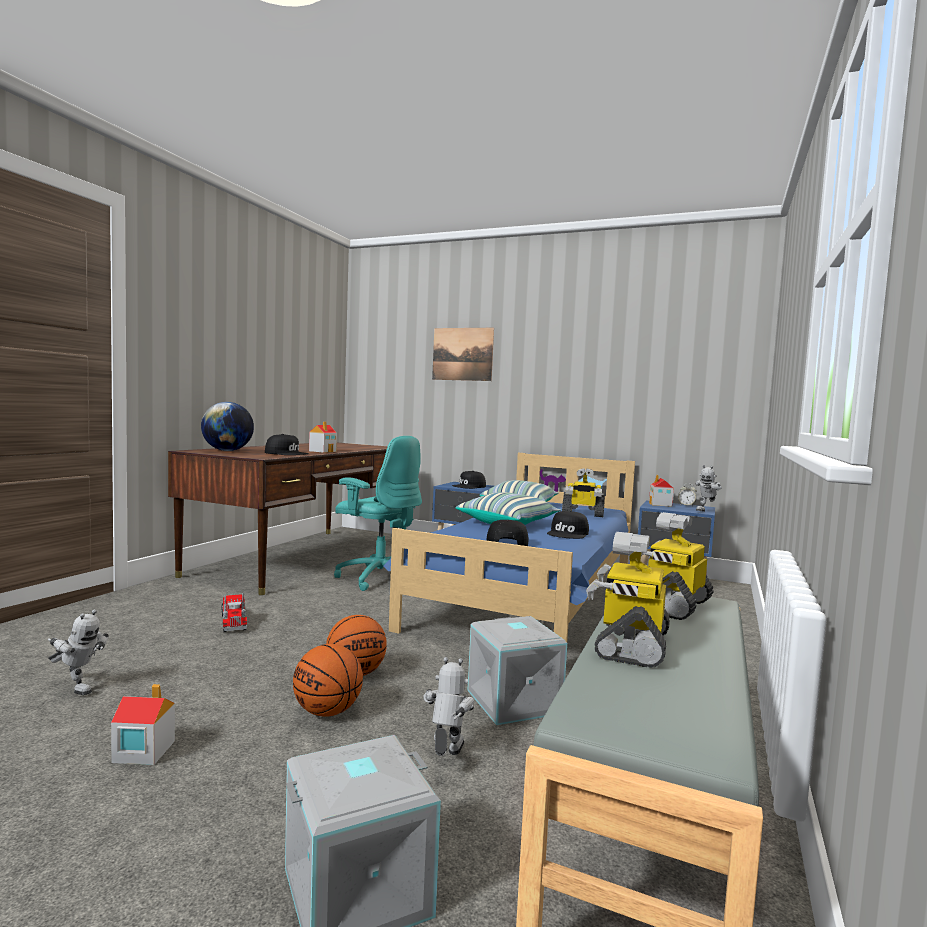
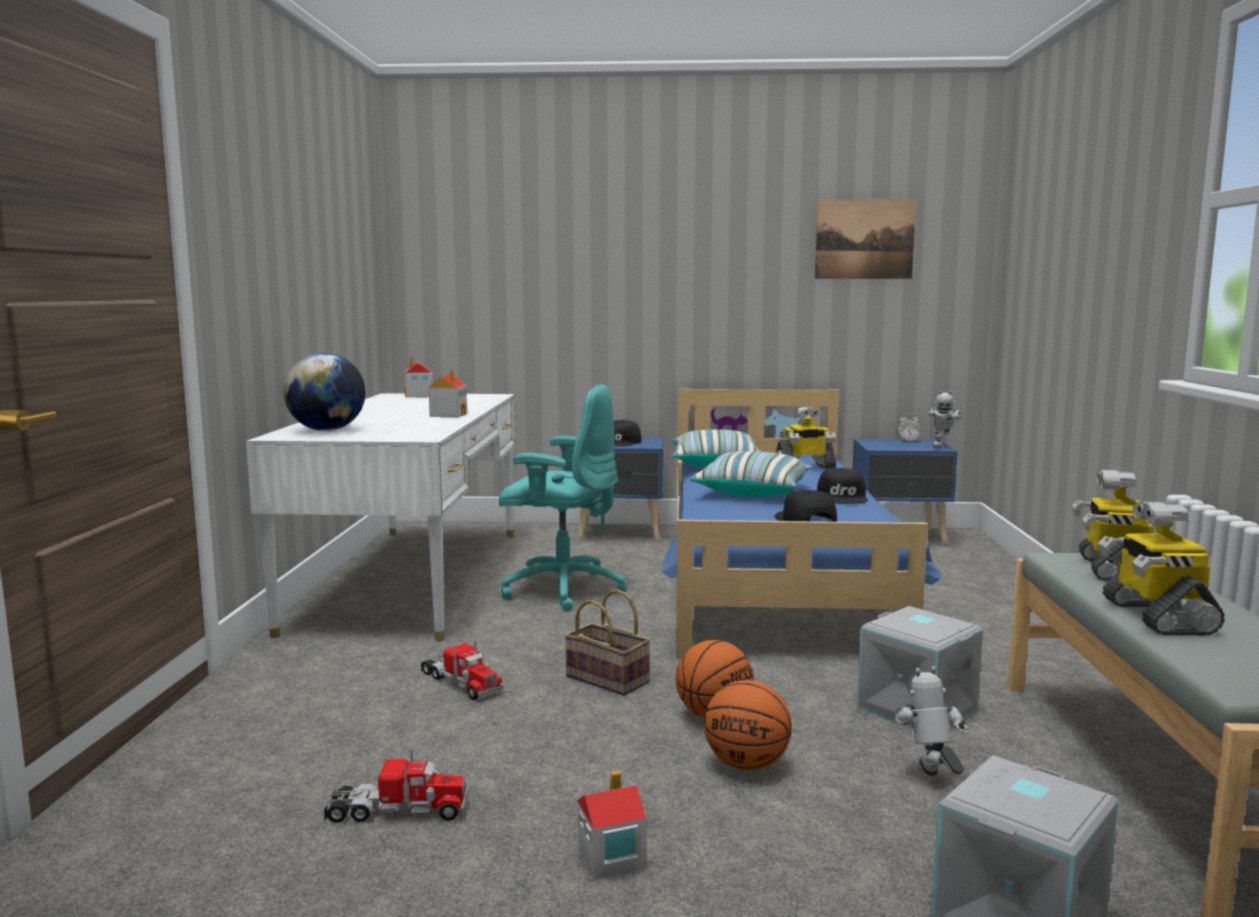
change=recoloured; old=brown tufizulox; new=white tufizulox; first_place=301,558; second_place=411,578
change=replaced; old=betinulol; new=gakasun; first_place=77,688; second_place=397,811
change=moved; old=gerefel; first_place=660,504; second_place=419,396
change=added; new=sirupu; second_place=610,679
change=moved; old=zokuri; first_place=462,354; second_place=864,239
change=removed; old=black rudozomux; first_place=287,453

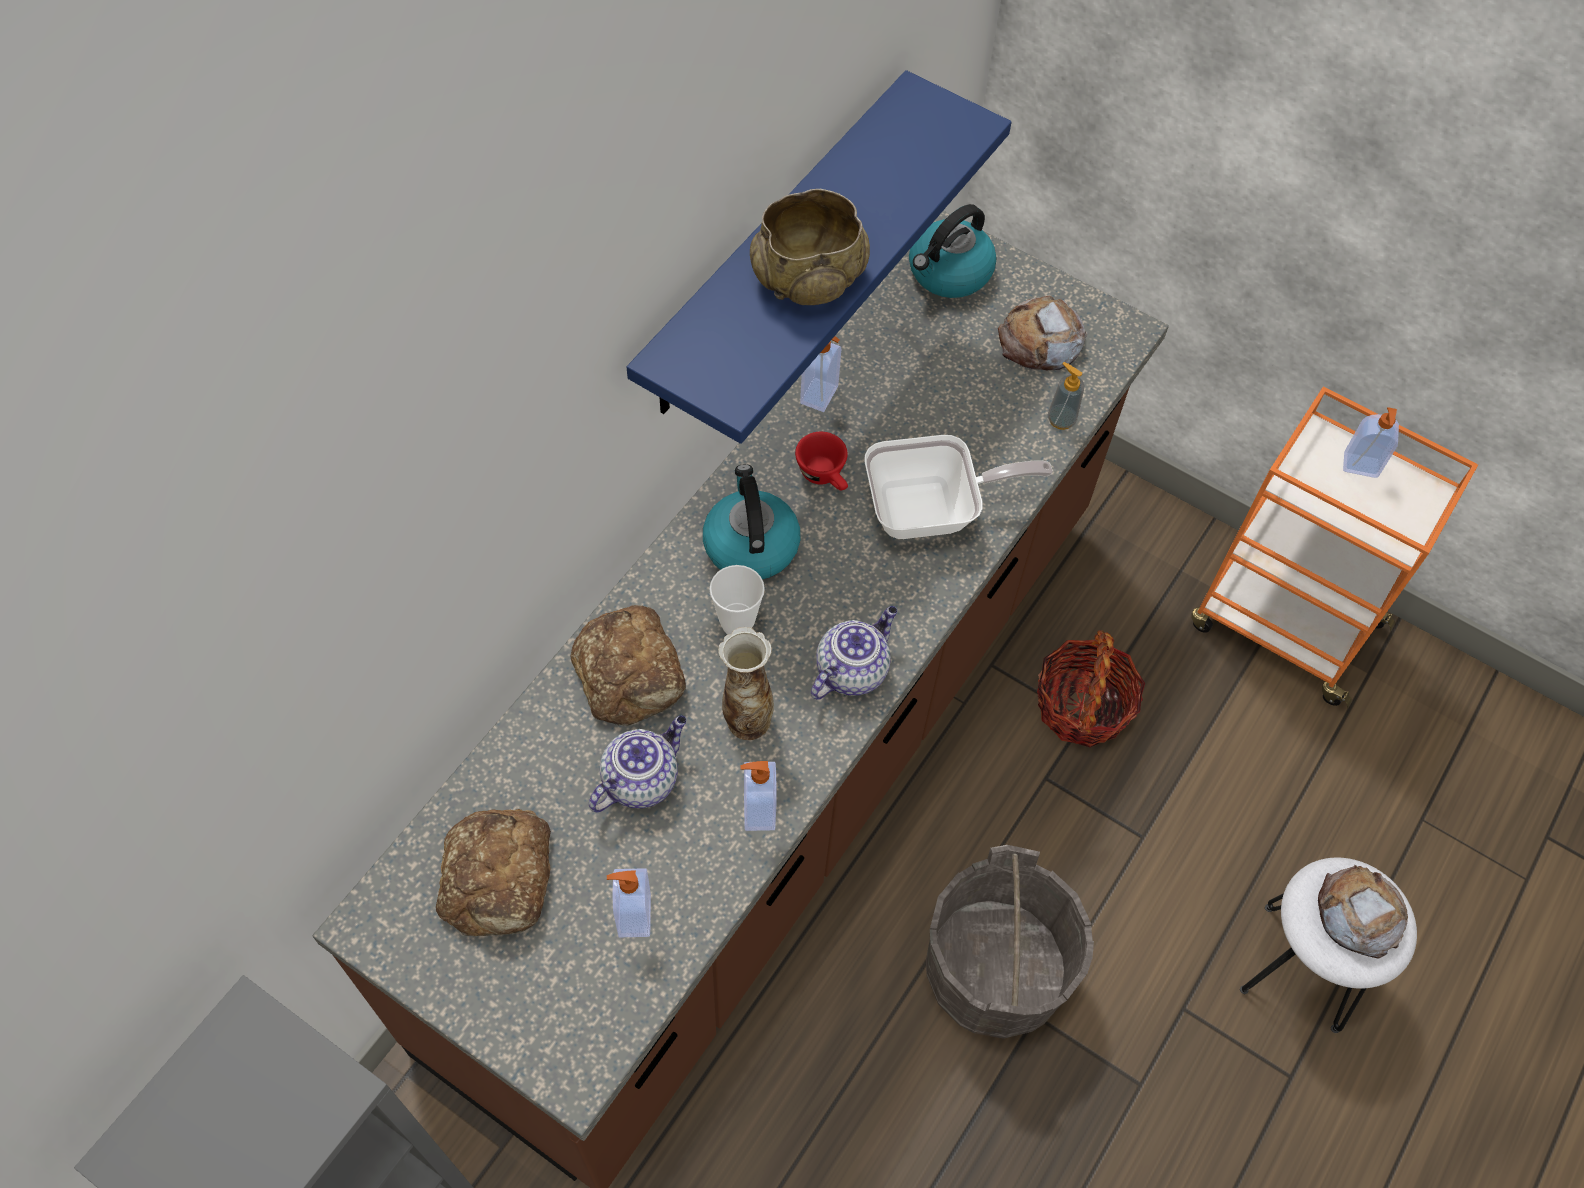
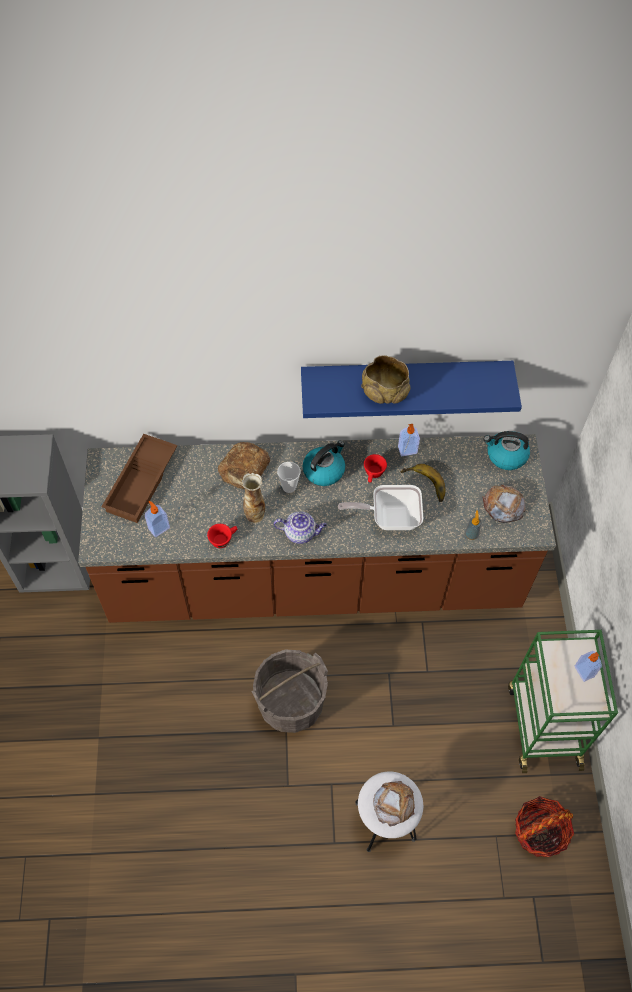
change=replaced; old=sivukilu; new=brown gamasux; first_place=498,878; second_place=142,483
change=replaced; old=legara; new=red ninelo; first_place=757,811; second_place=223,539
change=turned; old=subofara; first_place=932,511; second_place=389,517; degrees=135
change=added; new=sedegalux; second_place=423,486
change=recoloured; old=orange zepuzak; new=green zepuzak; first_place=1281,624; second_place=543,724
change=moved; old=sirupu; first_place=1082,707; second_place=539,832
change=removed; old=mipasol; first_place=641,779

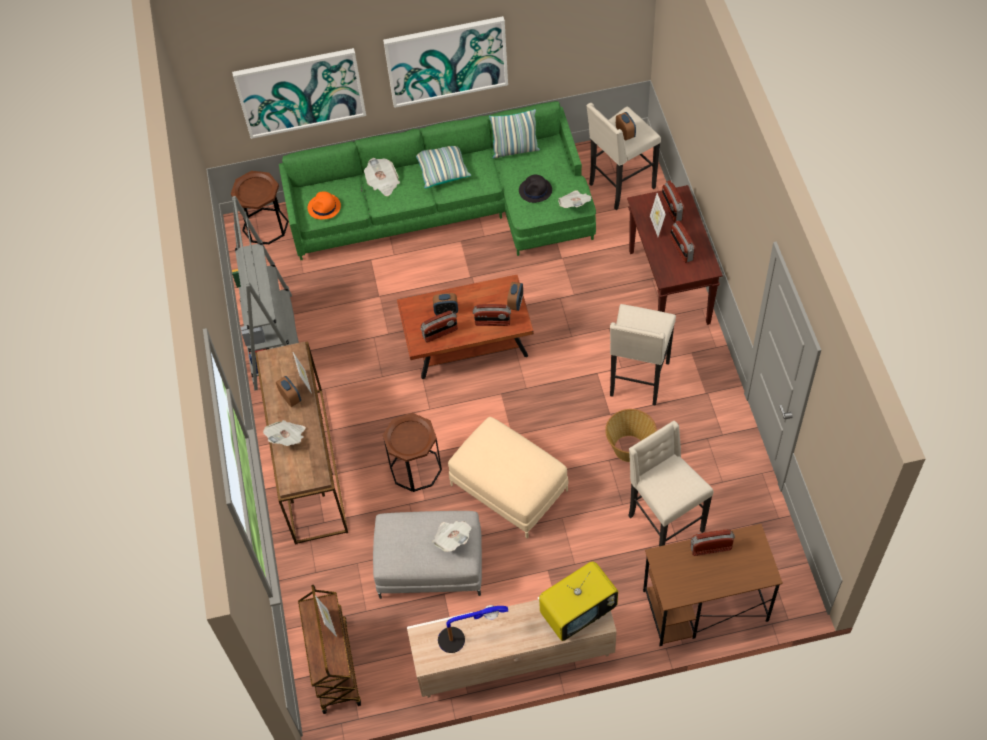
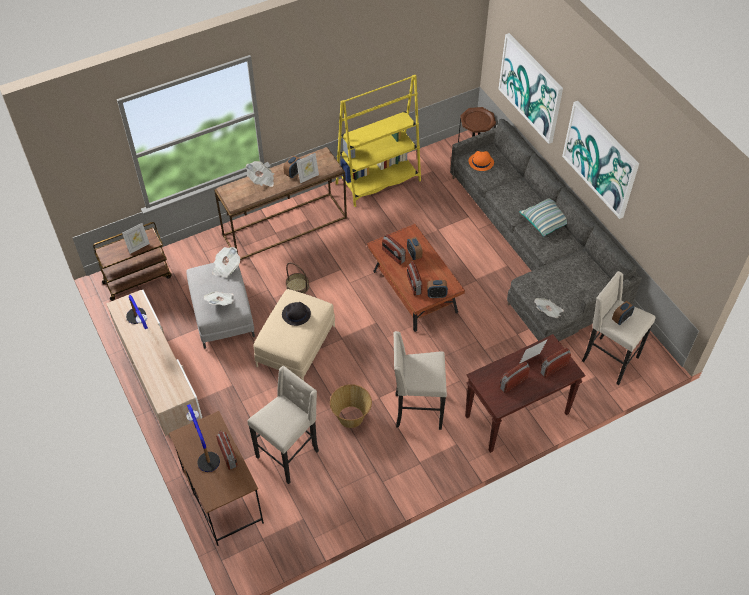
change=added; new=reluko; second_place=205,452
change=moved; old=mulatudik; first_place=383,183; second_place=226,267
change=moved; old=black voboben; first_place=535,190; second_place=296,314
change=replaced; old=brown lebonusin; new=sirupu; first_place=415,468; second_place=297,286
change=recoloured; old=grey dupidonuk; new=yellow dupidonuk; first_place=273,341; second_place=378,182
change=recoloured; old=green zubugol; new=grey zubugol; first_place=451,208; second_place=536,252
change=removed; old=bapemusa; first_place=515,150
change=removed; old=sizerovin; first_place=578,611

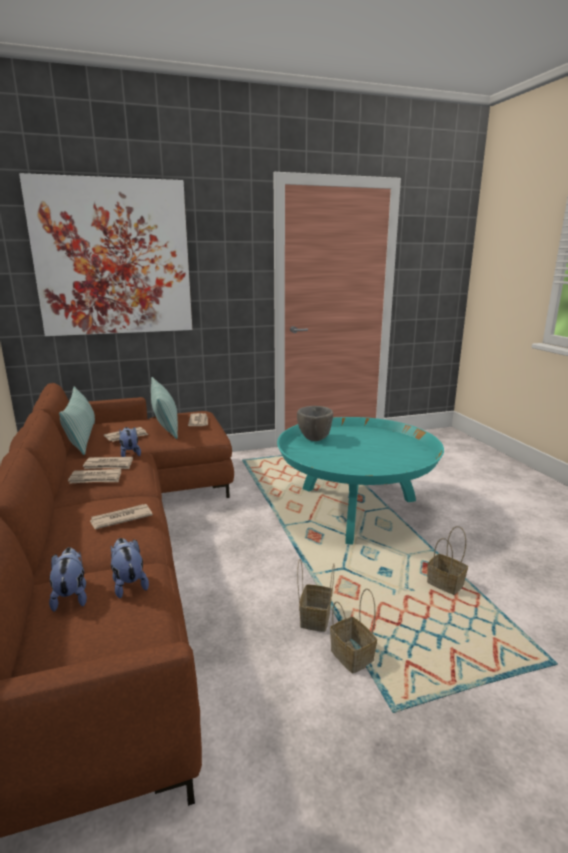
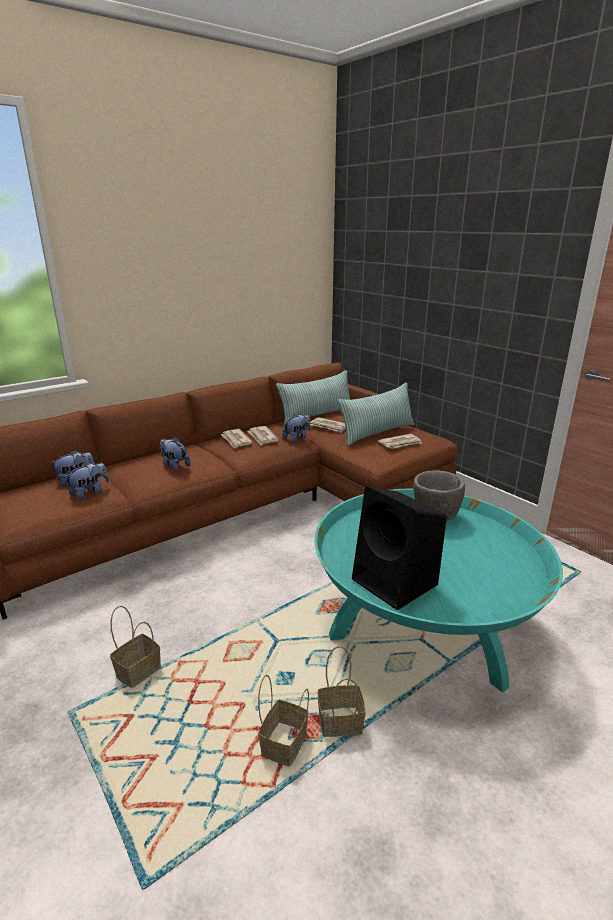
change=replaced; old=mulatudik; new=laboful; first_place=120,518; second_place=174,466
change=moved; old=sirupu; first_place=314,617; second_place=341,722
change=added; new=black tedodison; second_place=396,583
change=removed; old=zokuri; first_place=113,258

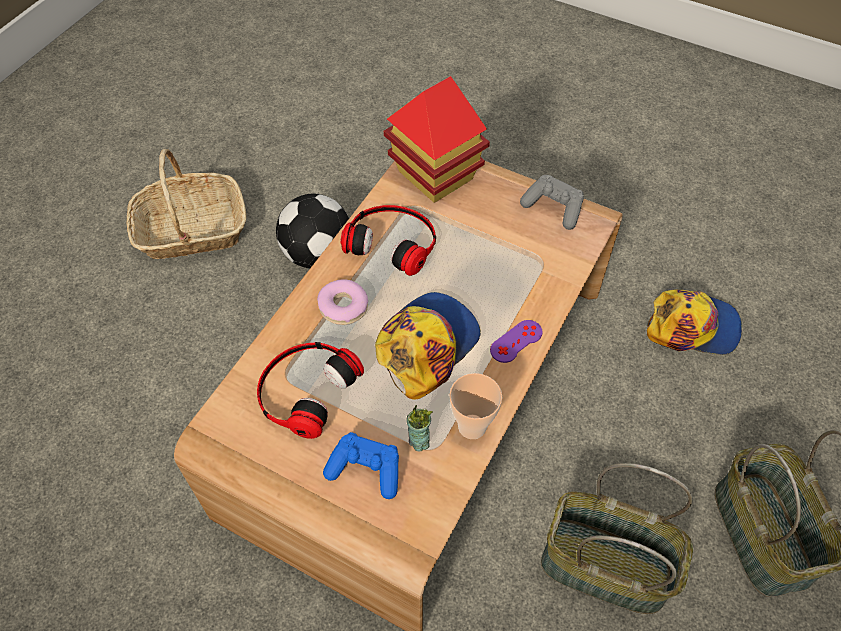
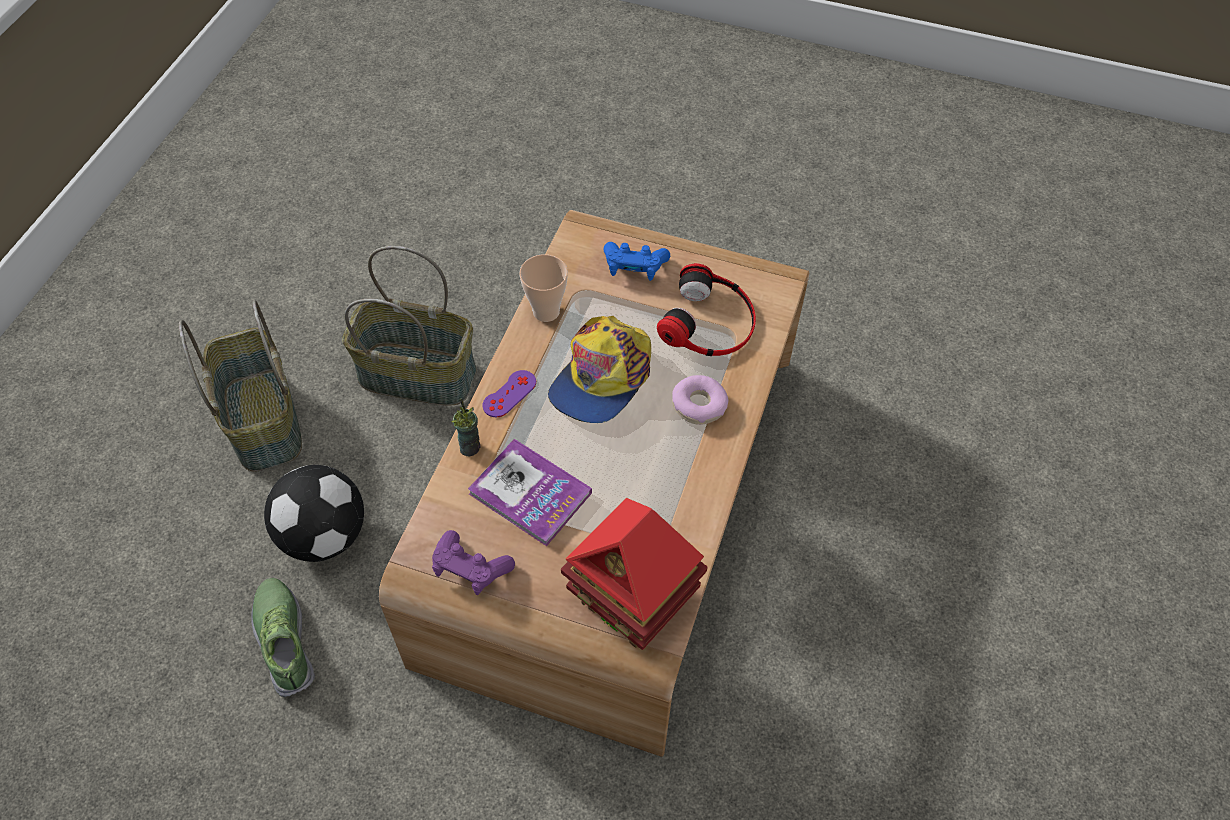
change=replaced; old=rudozomux; new=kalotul; first_place=692,326; second_place=285,640
change=moved; old=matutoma; first_place=318,254; second_place=323,535
change=recoloured; old=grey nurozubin; new=purple nurozubin; first_place=553,208; second_place=470,569
change=moved; old=ninelo; first_place=418,441; second_place=470,447
change=added; new=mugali; second_place=530,493
change=removed; old=sirupu; first_place=191,230
change=removed; old=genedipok; first_place=393,241

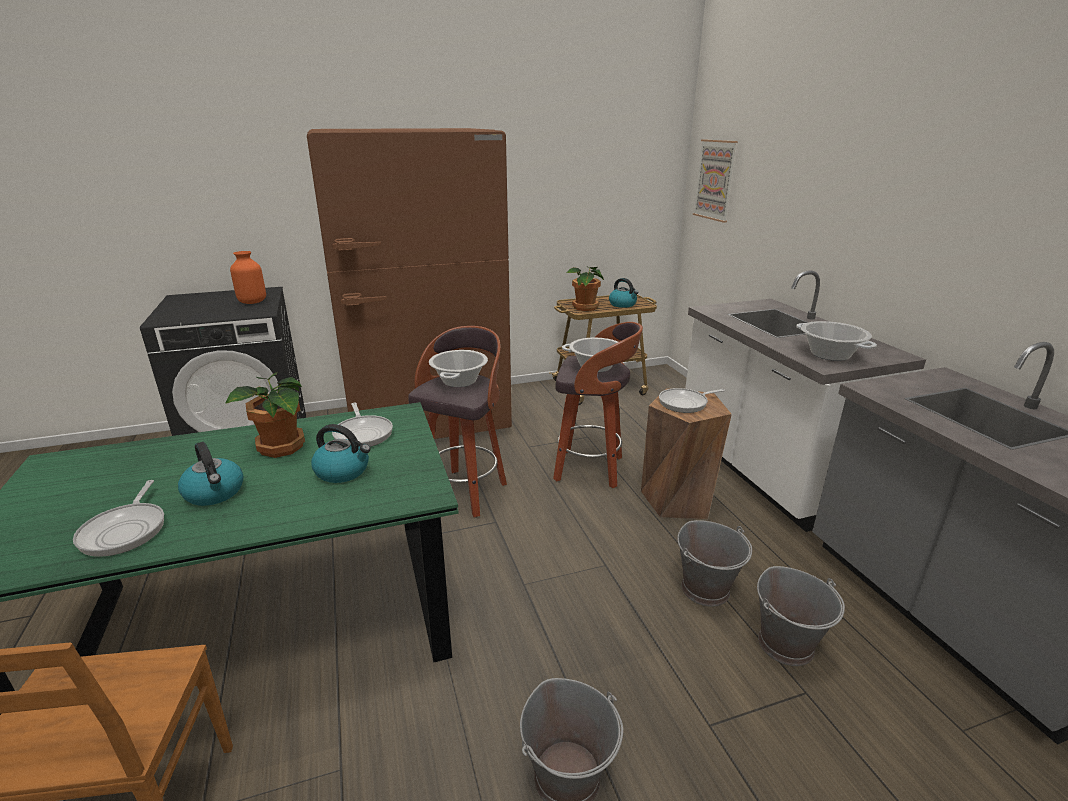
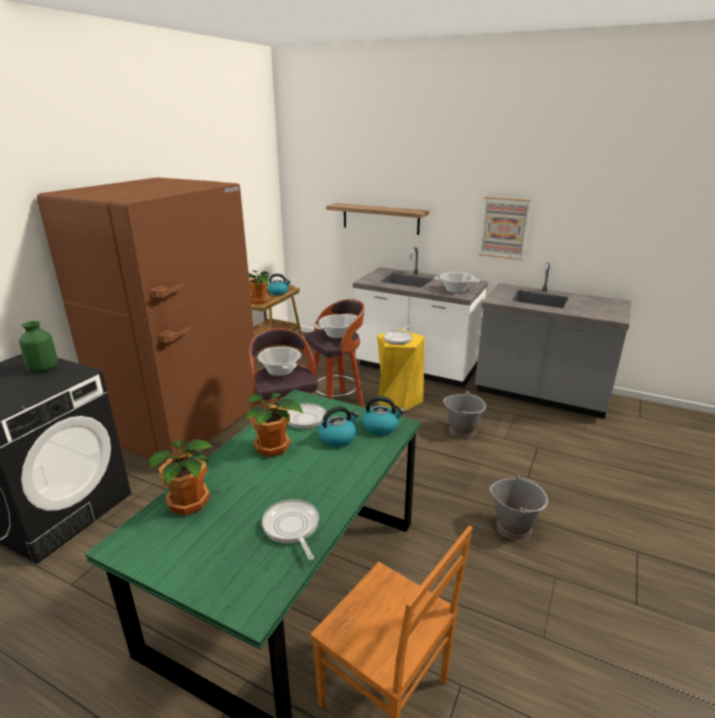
change=recoloured; old=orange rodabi; new=green rodabi; first_place=253,302; second_place=44,369
change=added; new=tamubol; second_place=190,502
change=turned; old=subofara; first_place=126,530; second_place=292,527; degrees=-150
change=added; new=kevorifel; second_place=380,218
change=moved; old=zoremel; first_place=215,493; second_place=381,427
change=recoloured; old=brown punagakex; new=yellow punagakex; first_place=678,499; second_place=398,399
change=moved; old=zokuri; first_place=715,180; second_place=504,228
change=removed; old=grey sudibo; first_place=786,644

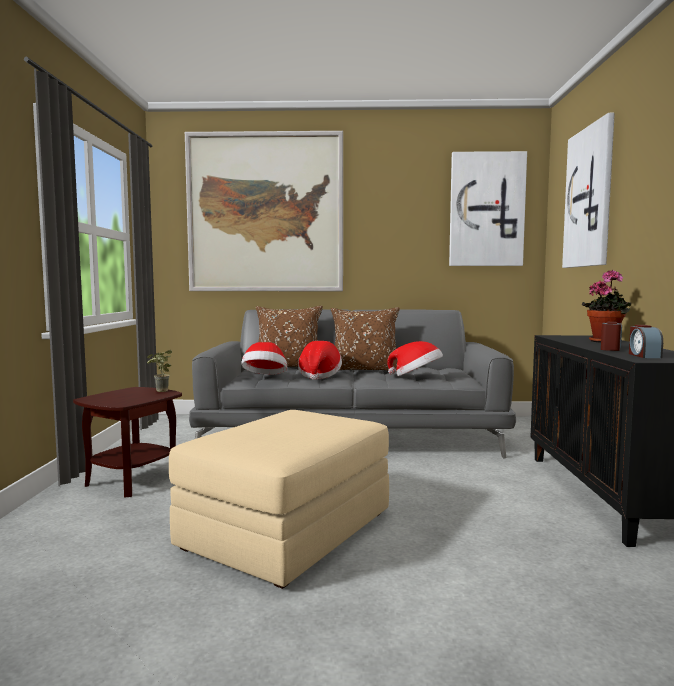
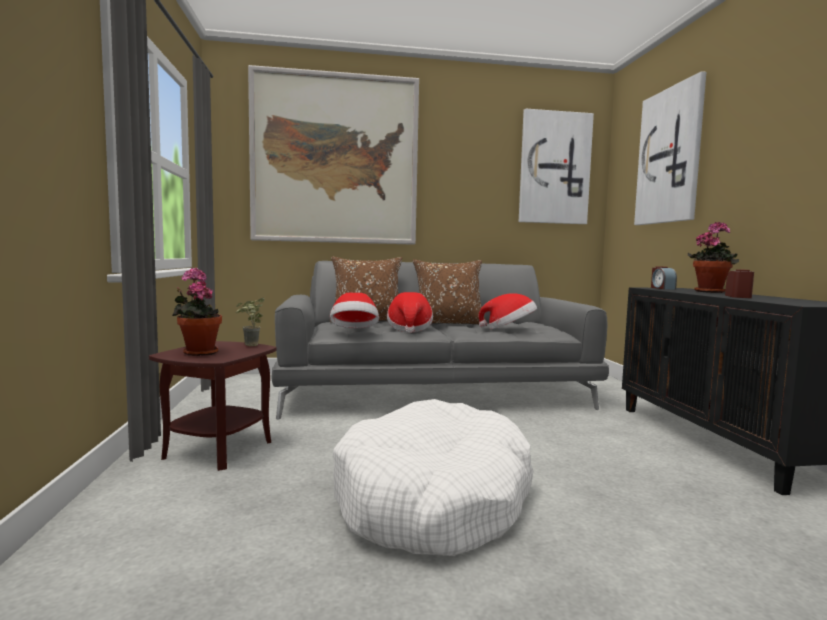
change=added; new=tamubol; second_place=198,352
change=replaced; old=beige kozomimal; new=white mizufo; first_place=288,529; second_place=433,499
change=moved; old=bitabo; first_place=643,355; second_place=662,288

